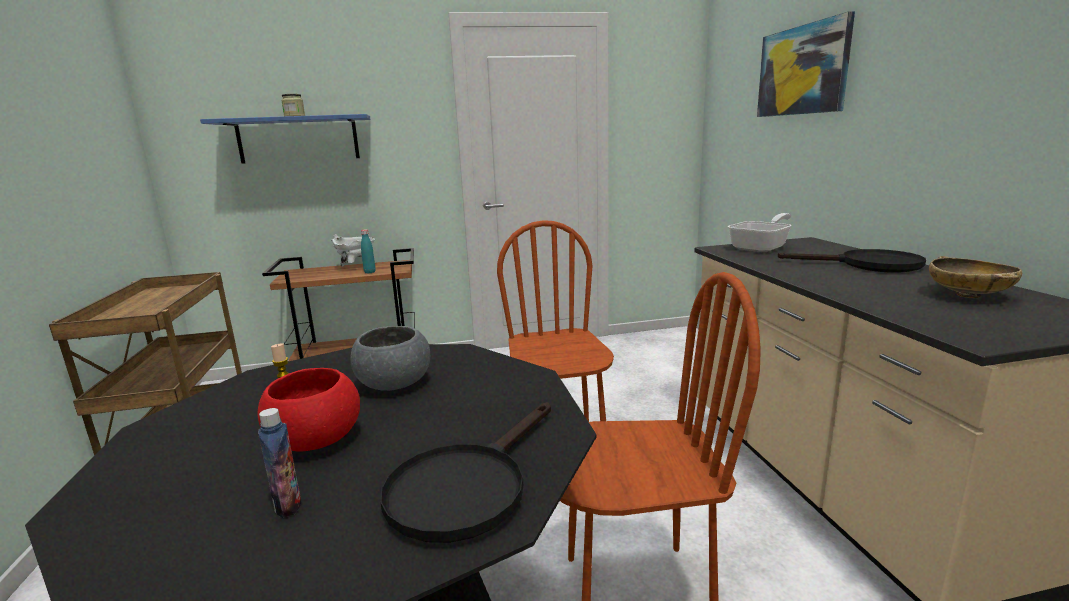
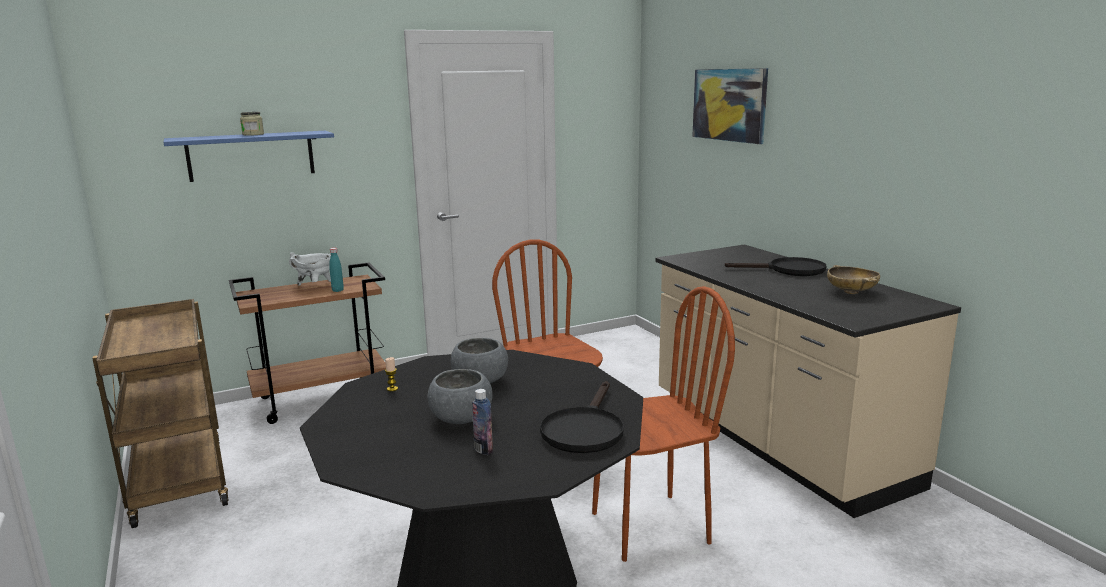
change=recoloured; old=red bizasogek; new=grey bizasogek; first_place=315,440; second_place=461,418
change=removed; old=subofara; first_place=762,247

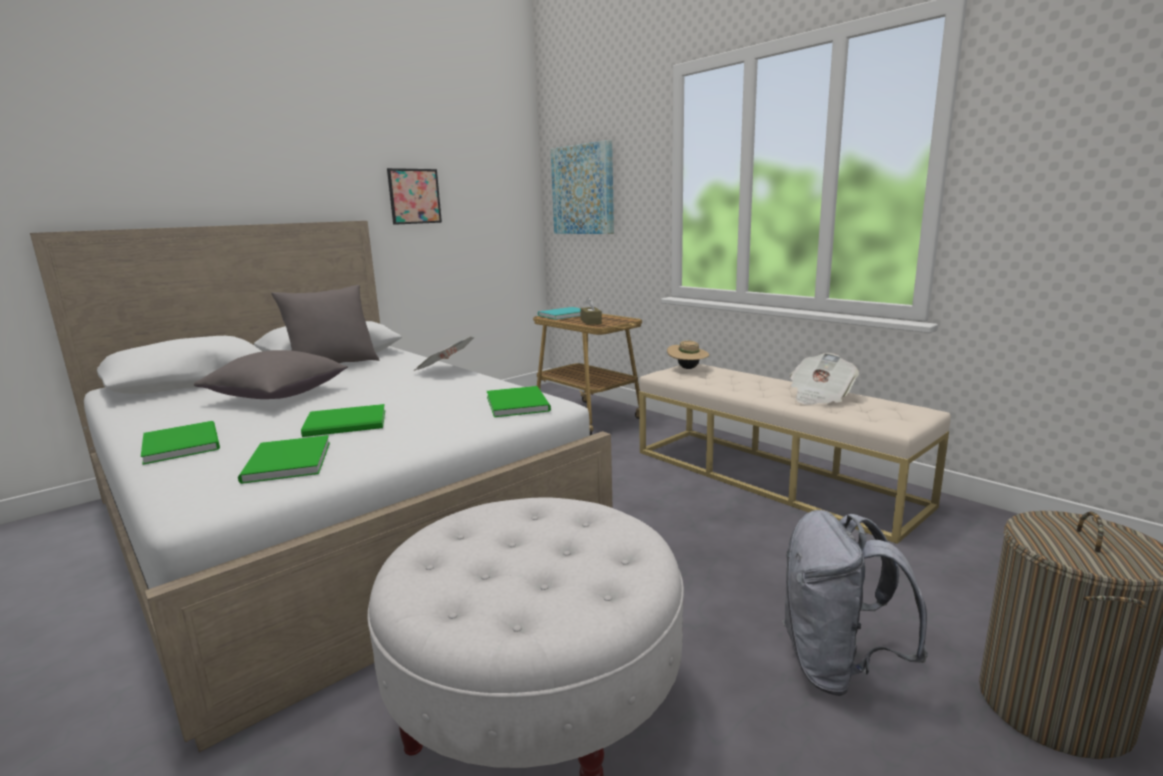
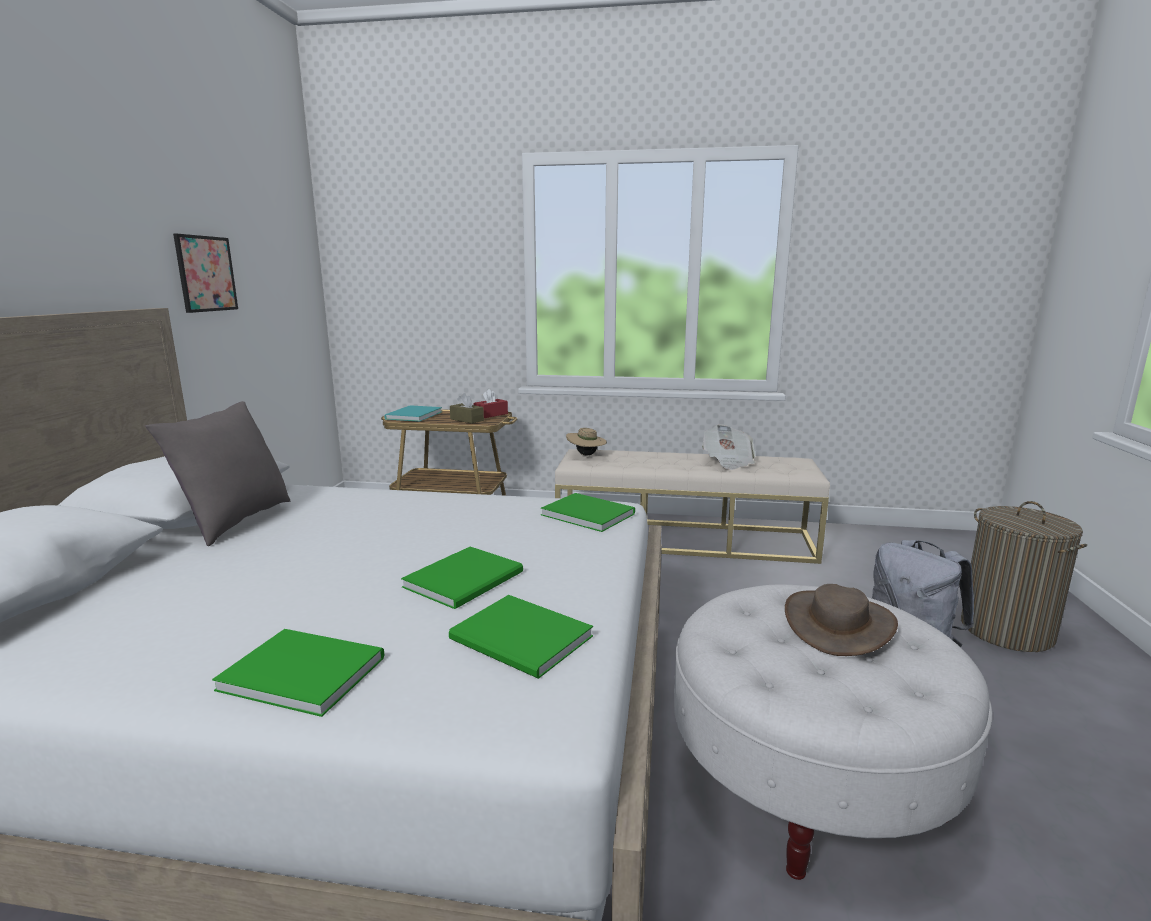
change=added; new=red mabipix; second_place=491,415
change=added; new=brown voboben; second_place=838,624
change=removed; old=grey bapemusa; first_place=278,396
change=removed; old=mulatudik; first_place=445,370
change=removed; old=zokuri; first_place=583,190

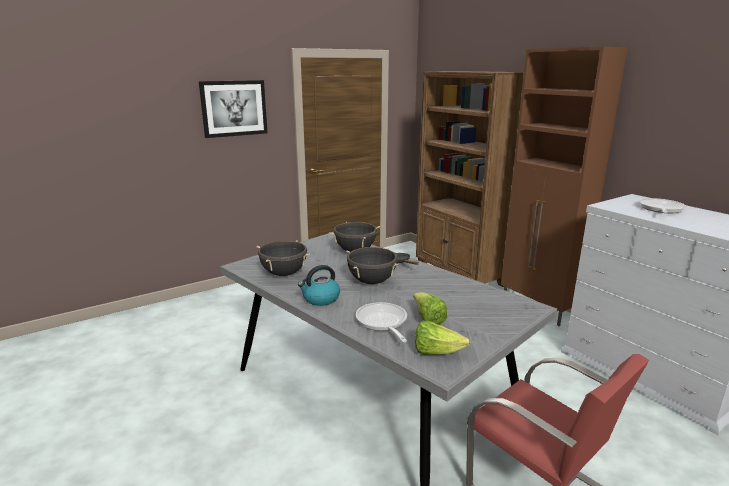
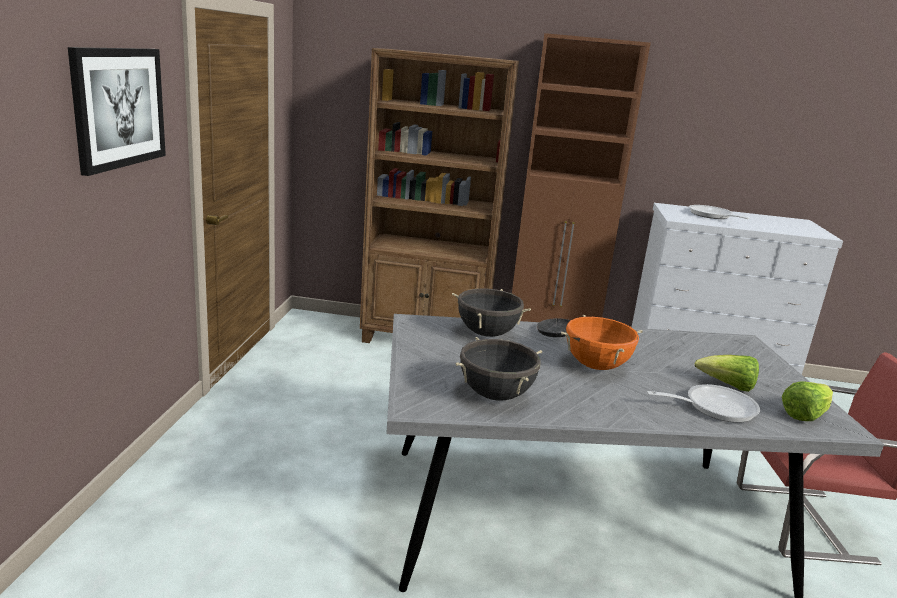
change=recoloured; old=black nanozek; new=orange nanozek; first_place=372,282; second_place=596,366
change=turned; old=subofara; first_place=382,323; second_place=713,407; degrees=150
change=removed; old=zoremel; first_place=320,299

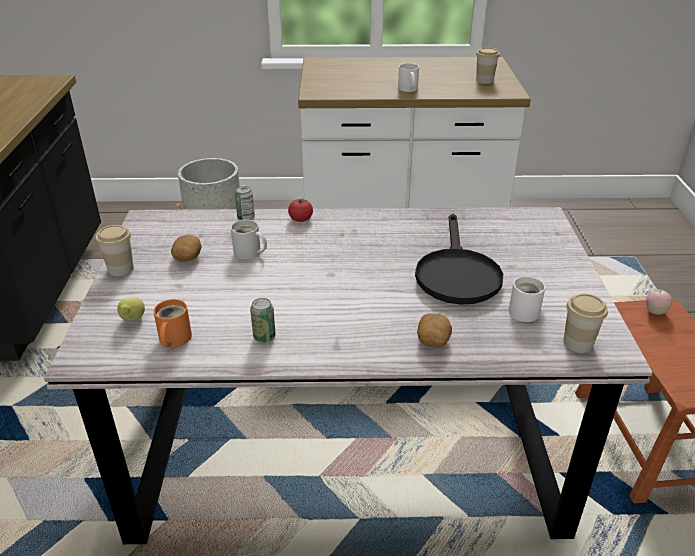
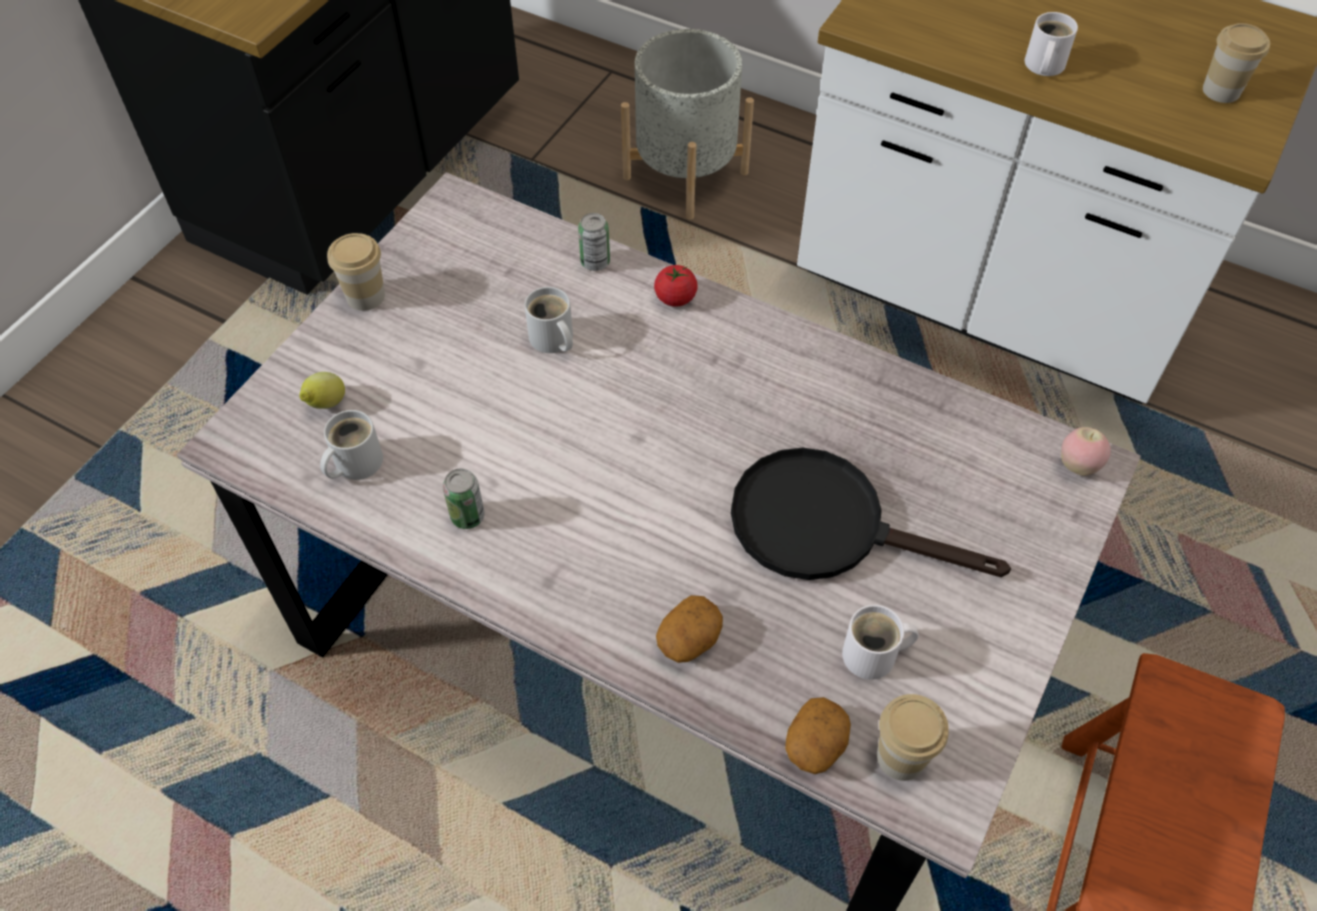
change=recoloured; old=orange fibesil; new=white fibesil; first_place=173,339; second_place=354,463
change=turned; old=black subofara; first_place=456,273; second_place=828,525; degrees=75
change=moved; old=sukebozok; first_place=187,257; second_place=815,744
change=moved; old=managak; first_place=655,312; second_place=1078,465

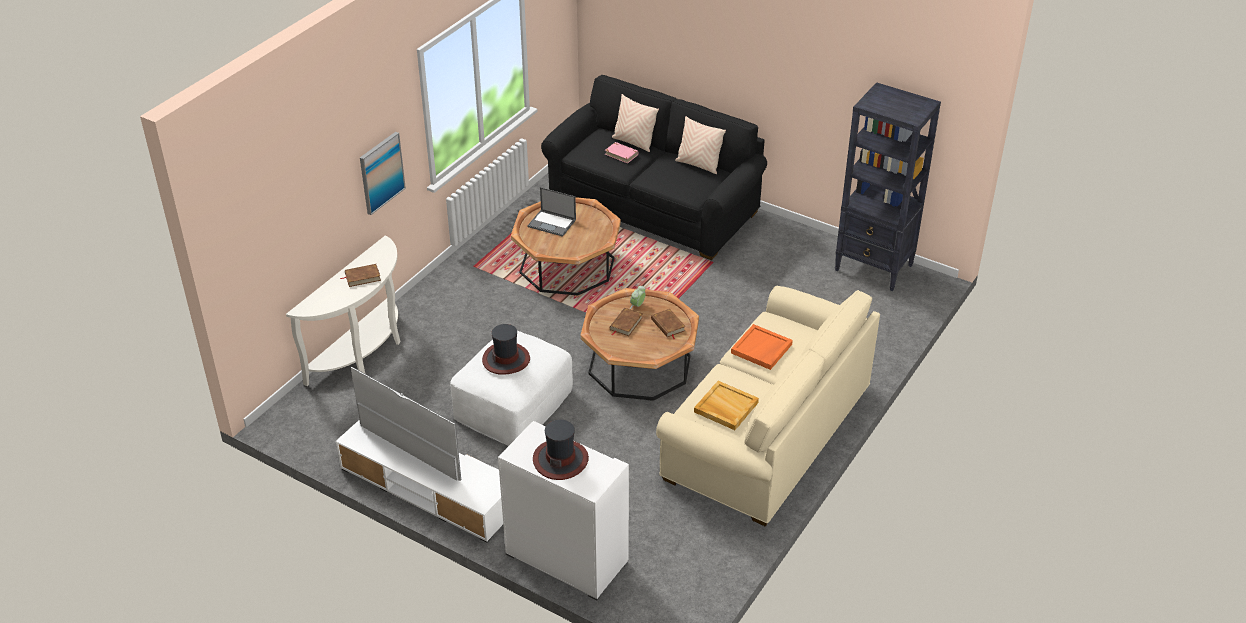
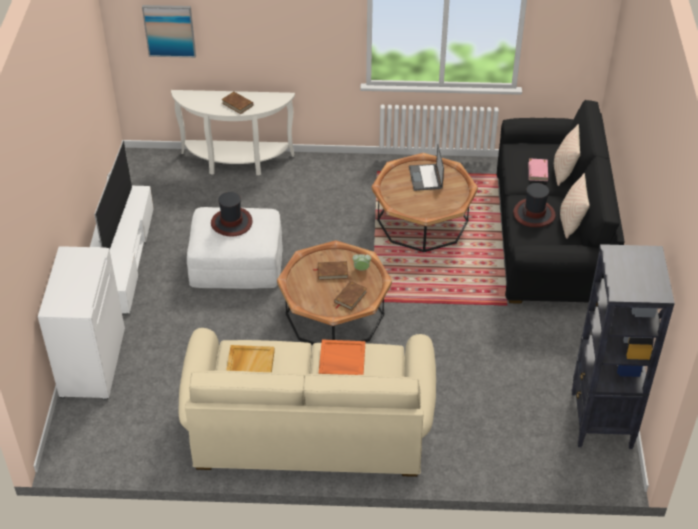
change=moved; old=zokuri; first_place=381,172; second_place=169,30
change=moved; old=voboben; first_place=560,459; second_place=534,214

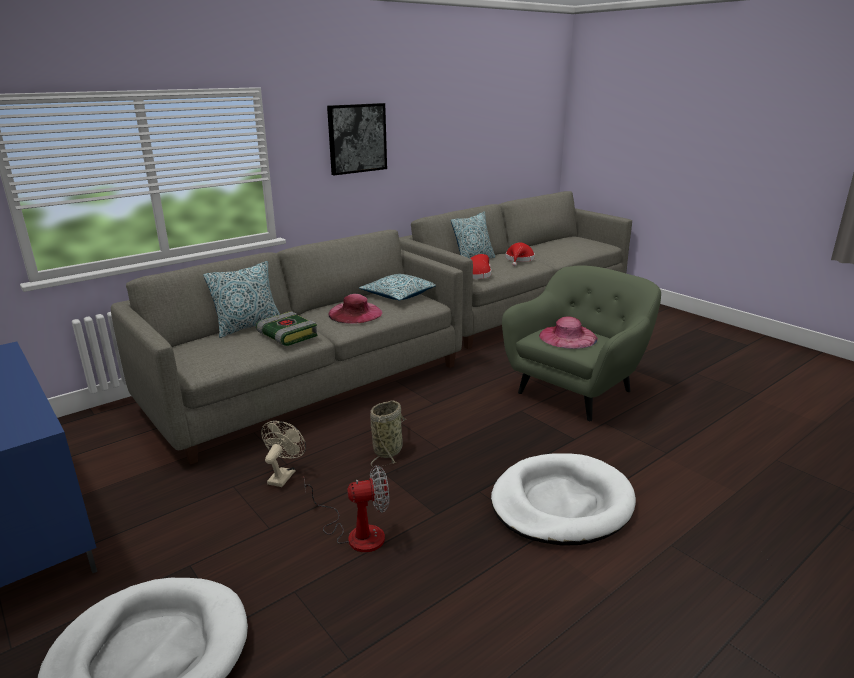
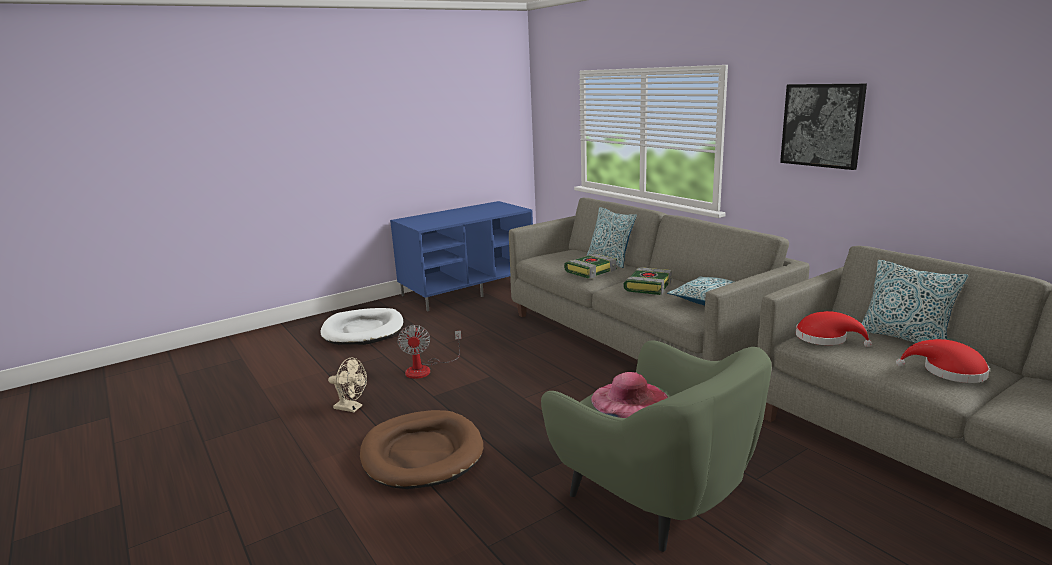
change=moved; old=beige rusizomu; first_place=283,475; second_place=352,408
change=recoloured; old=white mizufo; new=brown mizufo; first_place=561,503; second_place=422,453
change=replaced; old=pink voboben; new=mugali; first_place=355,313; second_place=647,286
change=removed; old=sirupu; first_place=388,450

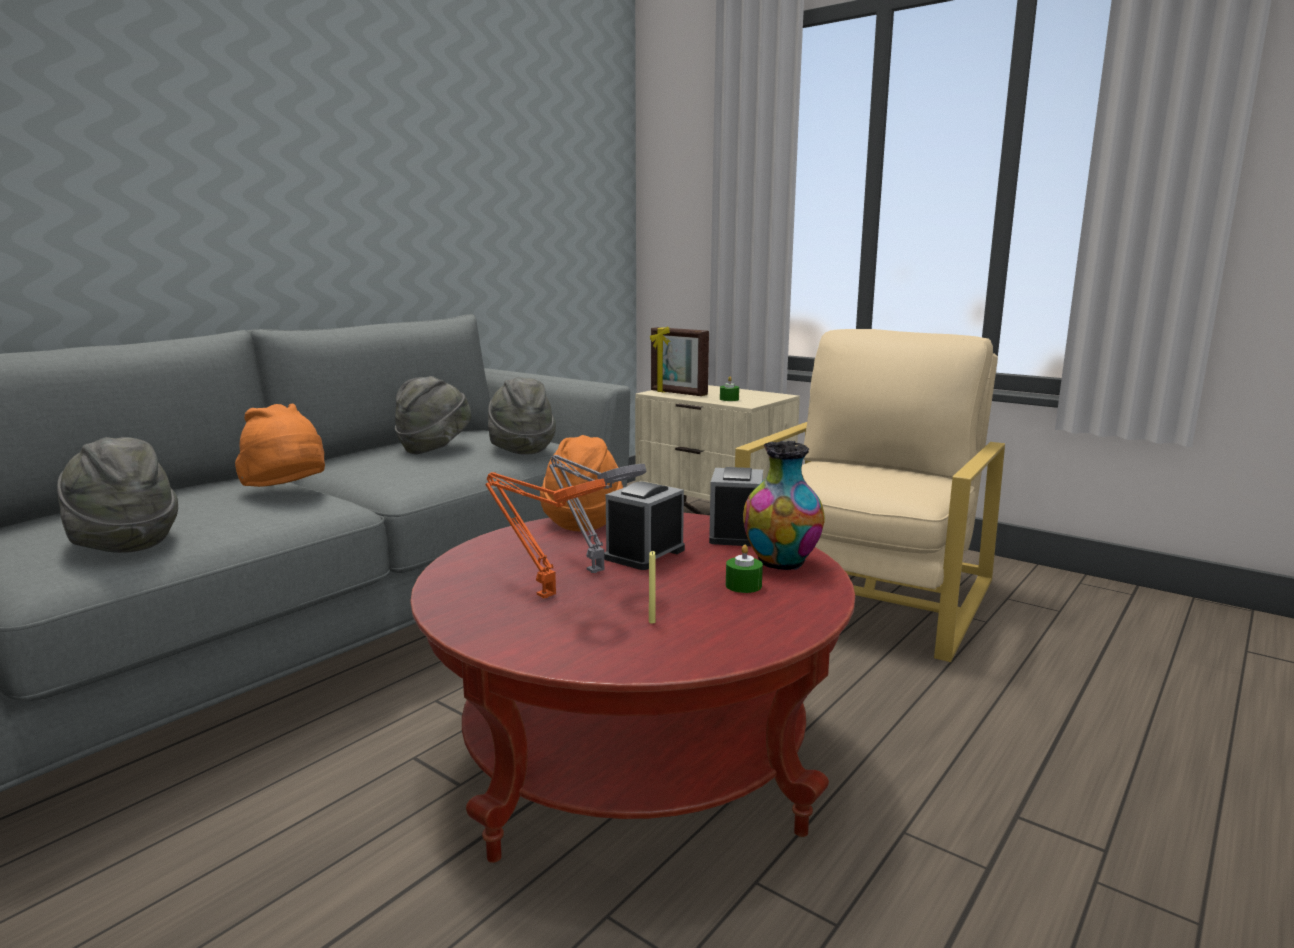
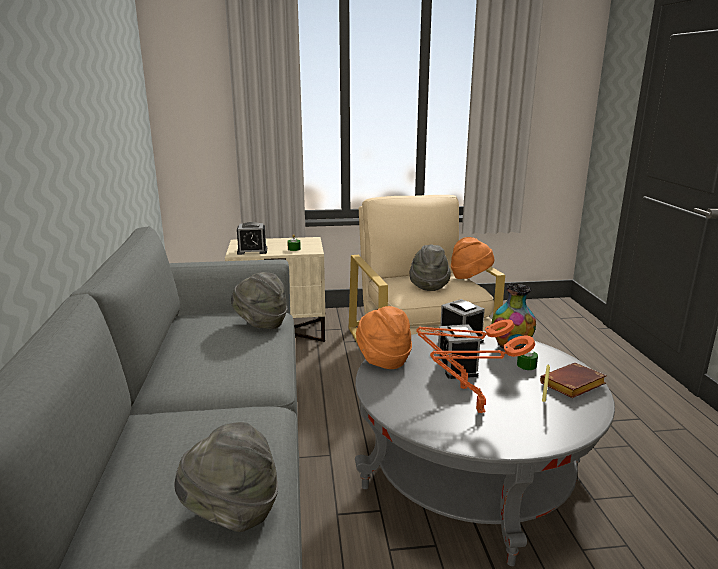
change=replaced; old=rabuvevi; new=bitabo; first_place=678,393; second_place=252,251
change=recoloured; old=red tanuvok; new=grey tanuvok; first_place=634,753; second_place=471,478
change=moved; old=grey voboben; first_place=434,448; second_place=429,285
change=recoloured; old=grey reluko; new=orange reluko; first_place=592,570; second_place=460,387
change=moved; old=orange voboben; first_place=287,491; second_place=470,277
change=added; new=brown mugali; second_place=572,386

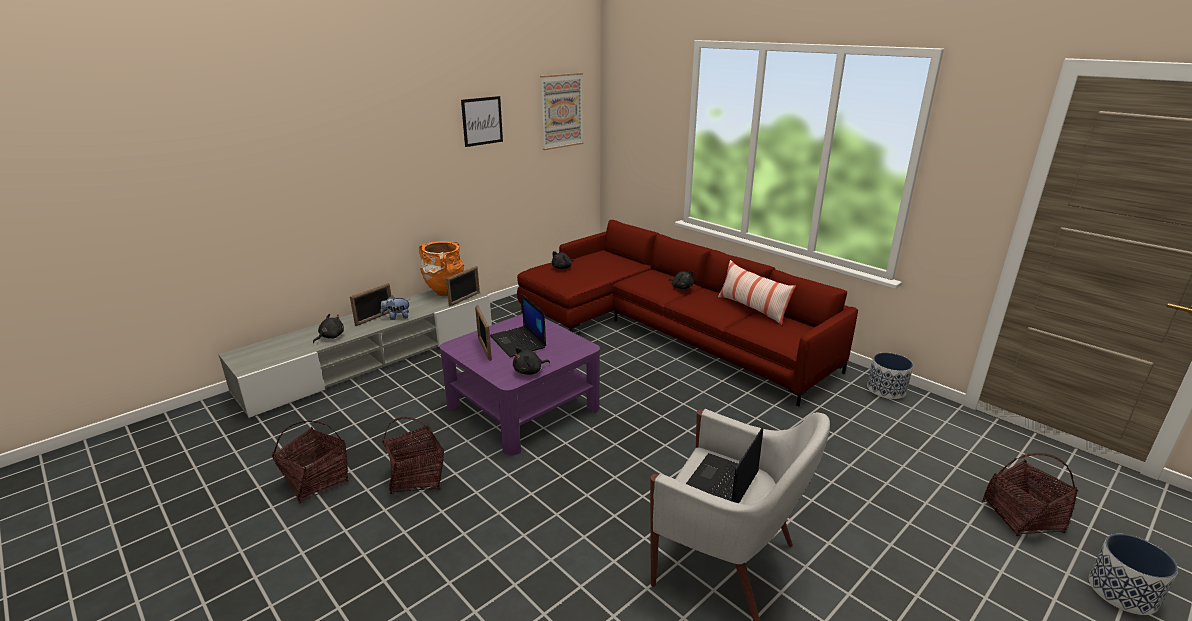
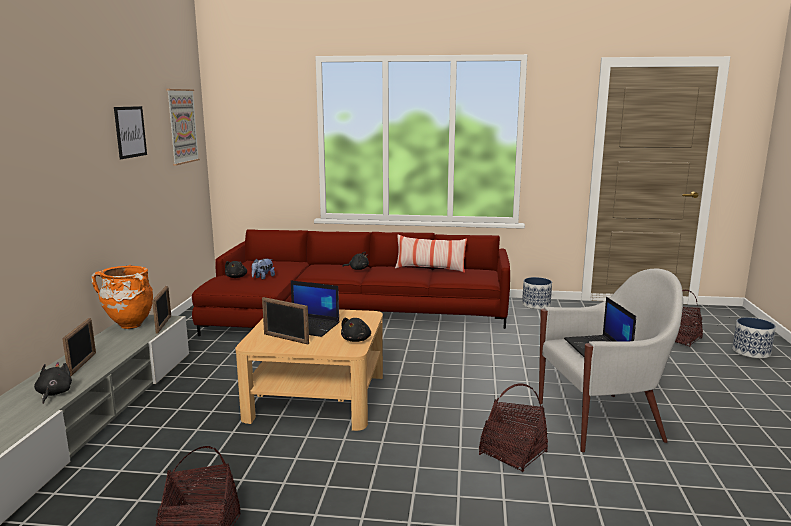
change=recoloured; old=purple tanuvok; new=beige tanuvok; first_place=524,407; second_place=317,396
change=moved; old=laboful; first_place=397,317; second_place=263,277
change=moved; old=sirupu; first_place=417,477; second_place=513,453

